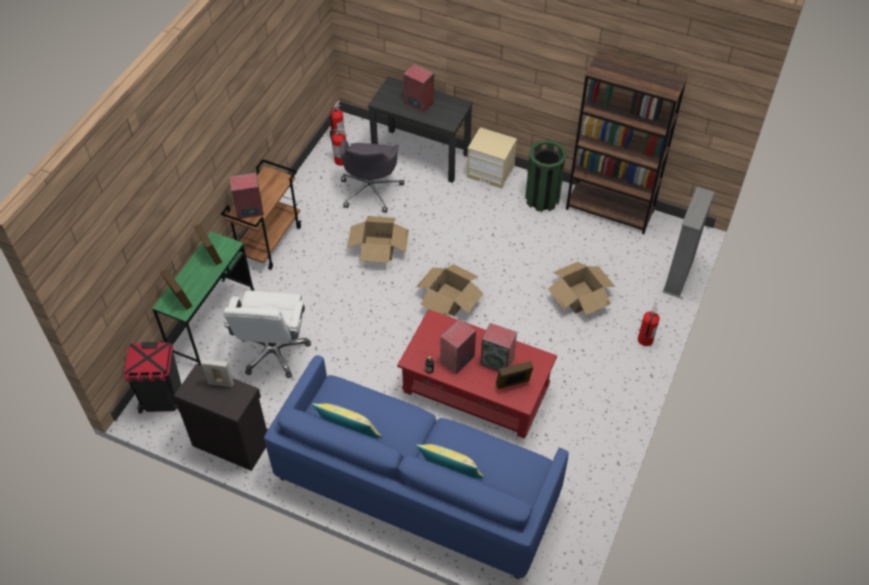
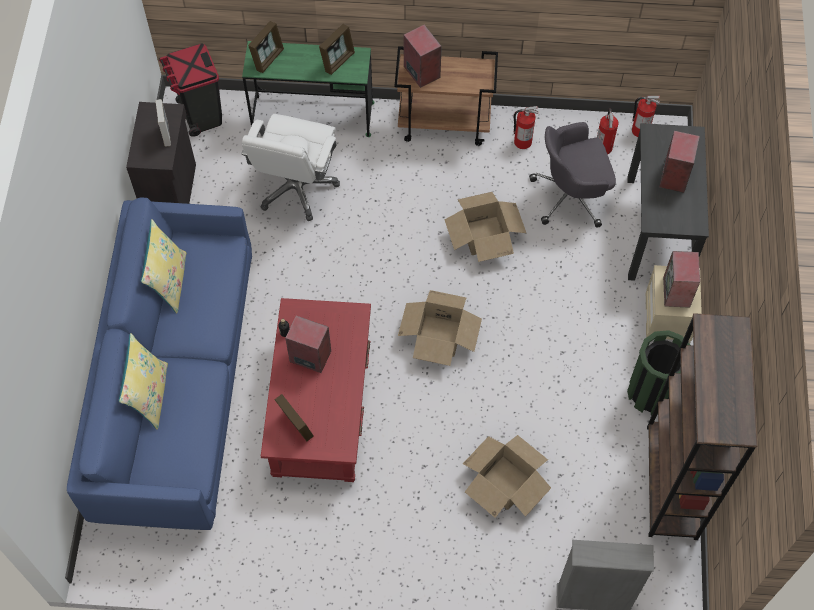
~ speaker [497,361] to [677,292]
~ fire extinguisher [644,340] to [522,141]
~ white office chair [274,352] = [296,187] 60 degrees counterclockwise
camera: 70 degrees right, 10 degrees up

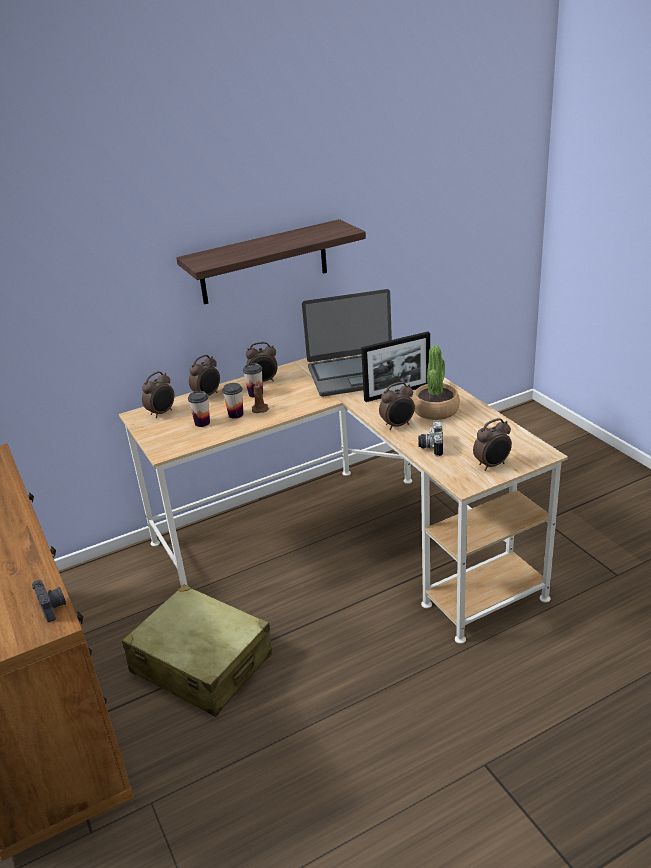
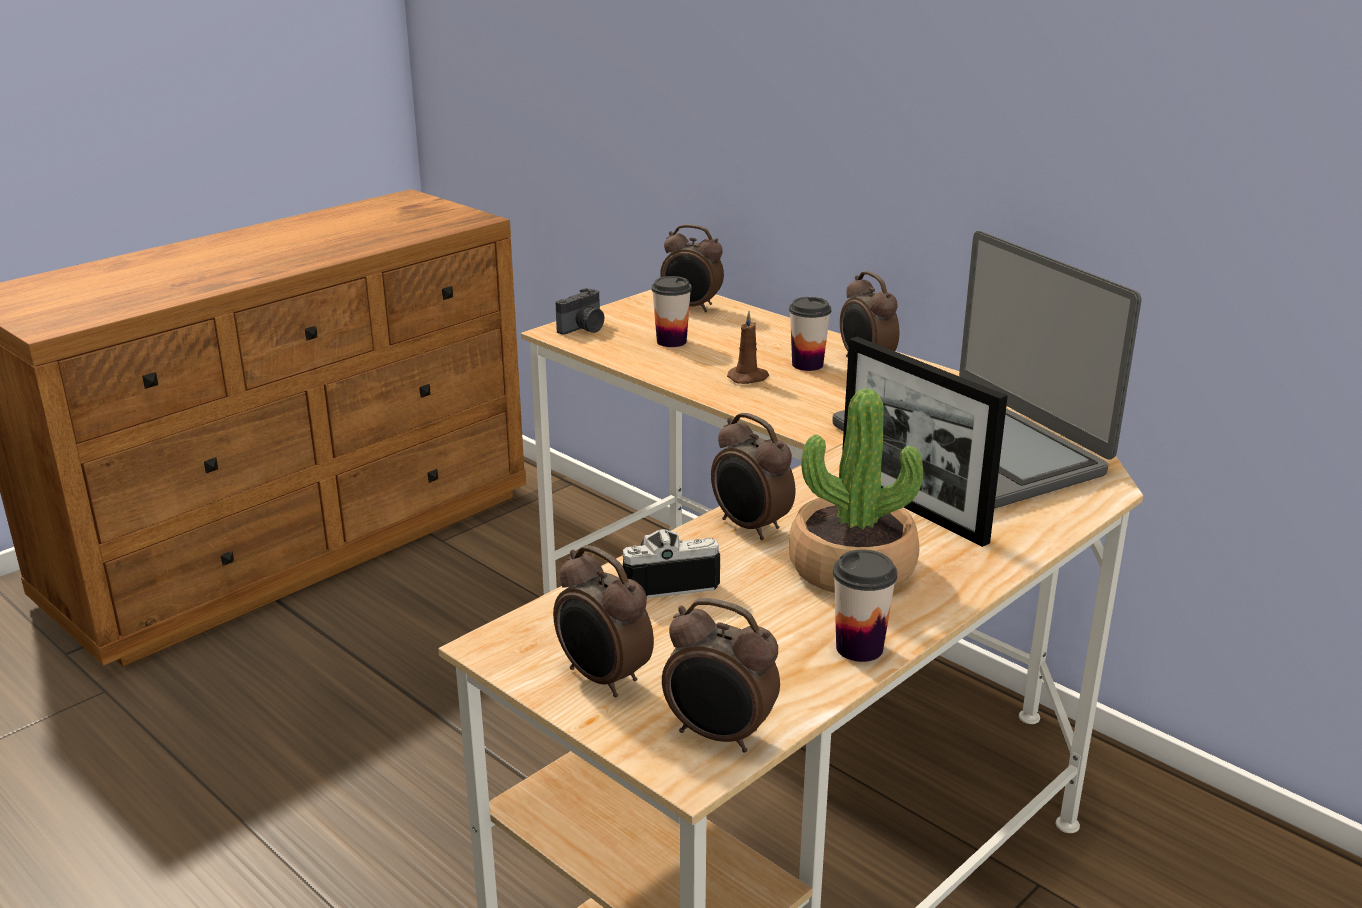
- beige suitcase [201,664]
- shelf [264,262]
~ photo camera [53,607] to [584,328]
~ alarm clock [207,395] to [719,736]
~ cup [236,414] to [859,648]
camera: 70 degrees right, 5 degrees down

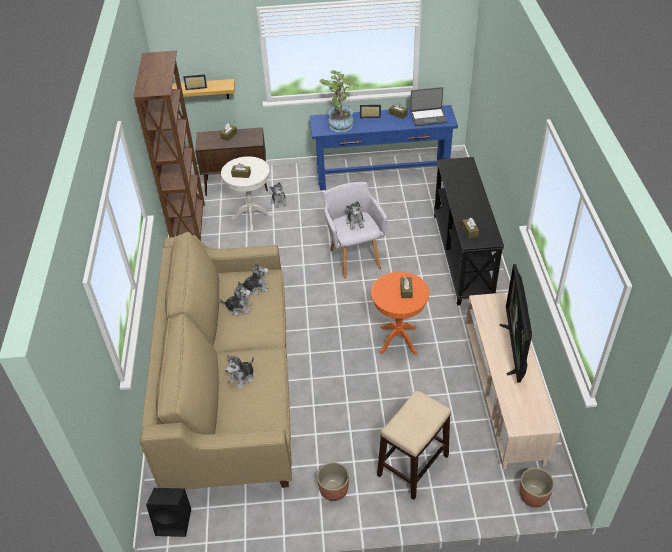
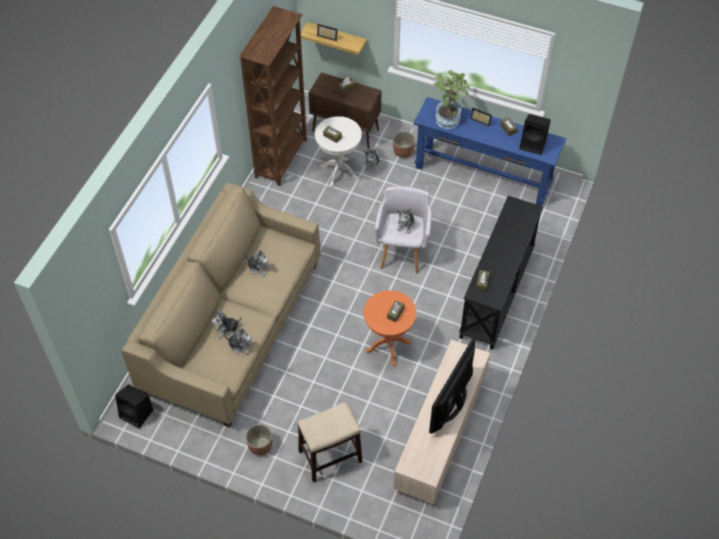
~ plush toy [256,287] to [240,345]
~ planter [533,496] to [403,152]
~ laptop [428,117] to black speaker [533,144]
camera: 25 degrees right, 10 degrees up

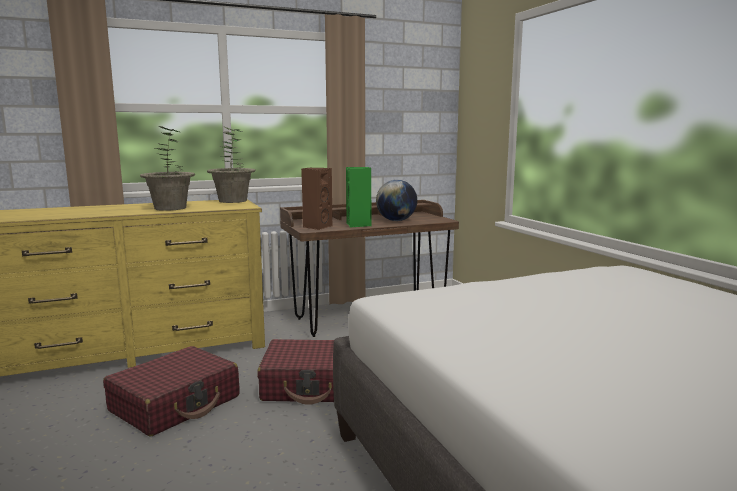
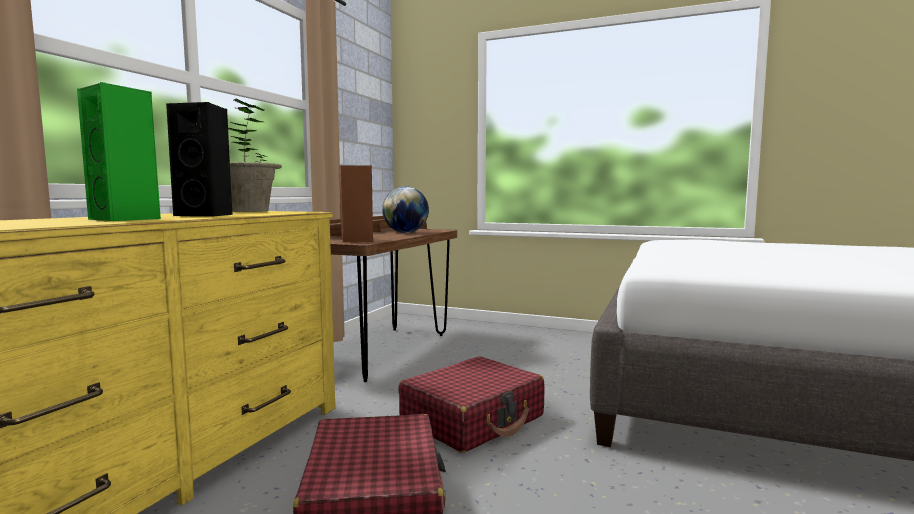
~ green speaker [358,225] to [126,219]
~ potted plant [170,208] to black speaker [207,215]
camera: 45 degrees left, 5 degrees down

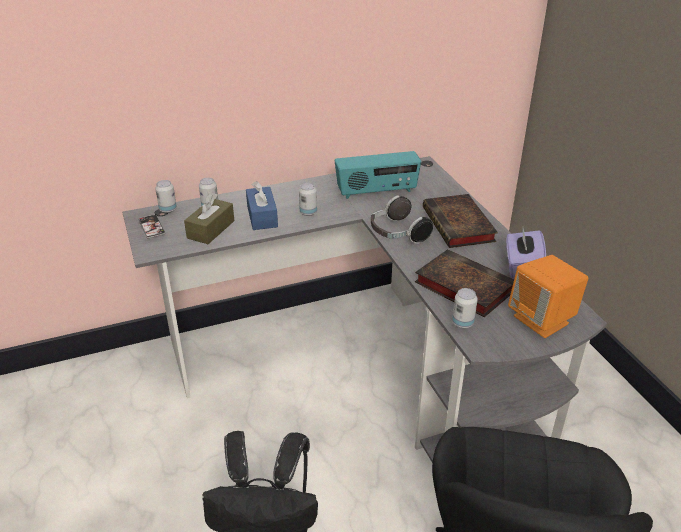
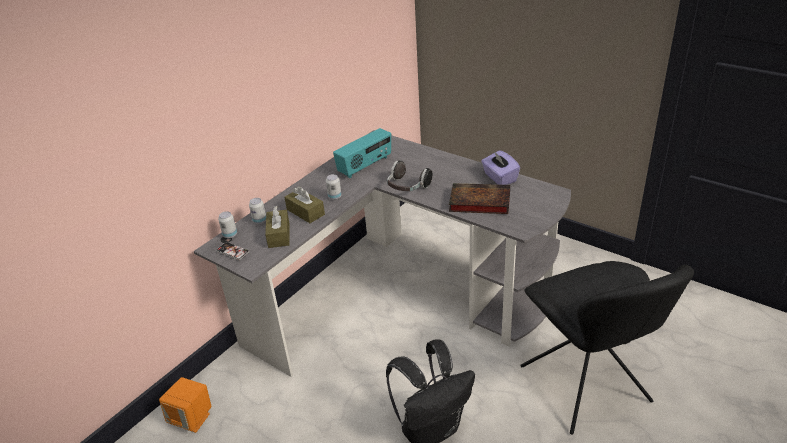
- book [459,226]
- can [462,323]
~ orange speaker [542,320] to [192,419]
~ blue tissue box [262,216] to brown tissue box [305,212]
camera: 30 degrees left, 0 degrees up

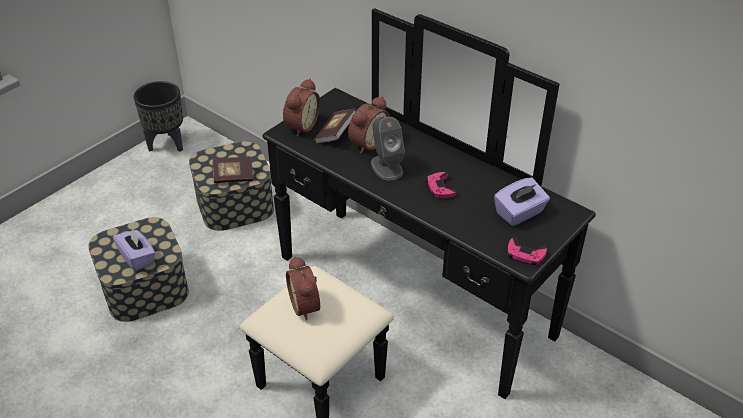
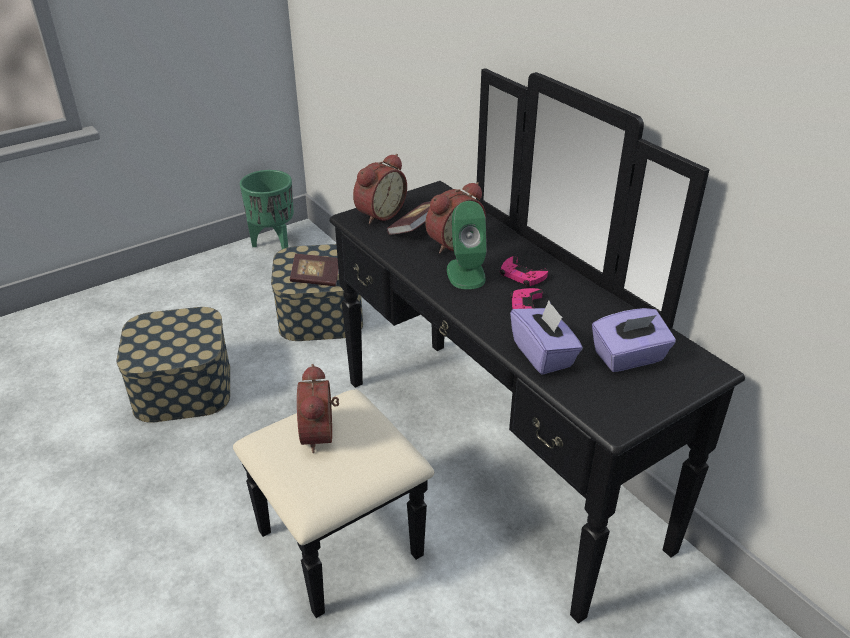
~ purple tissue box [137,258] to [543,354]
~ pink game controller [525,255] to [522,275]
~ black planter [167,144] to green planter [274,243]
~ grey speaker [386,167] to green speaker [465,273]
camera: 15 degrees right, 5 degrees down

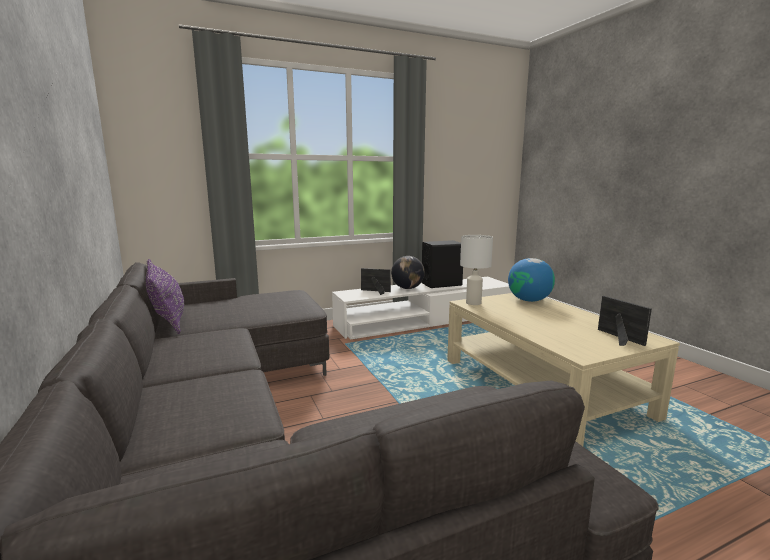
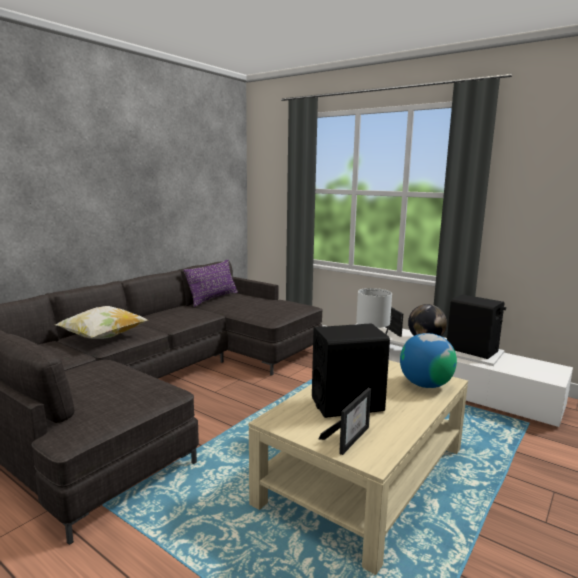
+ pillow [103,338]
+ black speaker [347,404]
camera: 60 degrees right, 0 degrees up

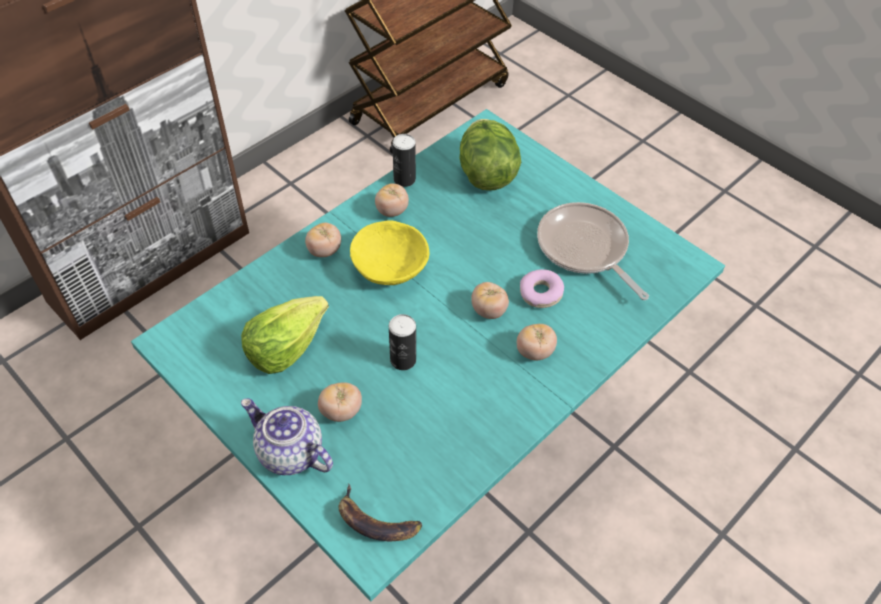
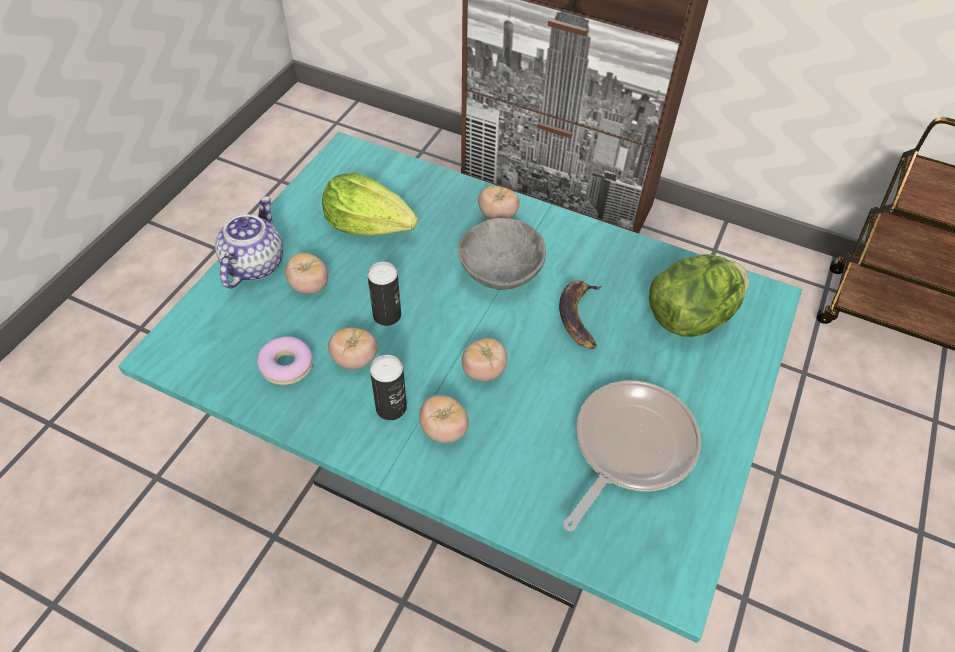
~ banana [375,521] to [579,316]
~ tomato [392,211] to [355,359]
~ can [404,179] to [391,407]
~ donut [540,293] to [286,365]
~ yellow bowl [389,267] to grey bowl [501,270]
camera: 70 degrees right, 0 degrees up

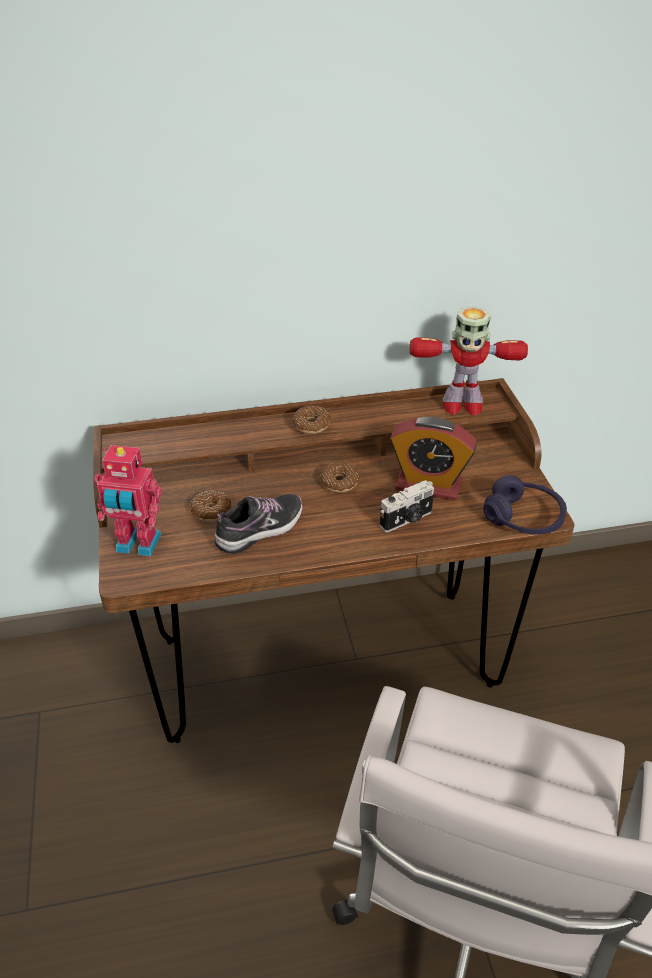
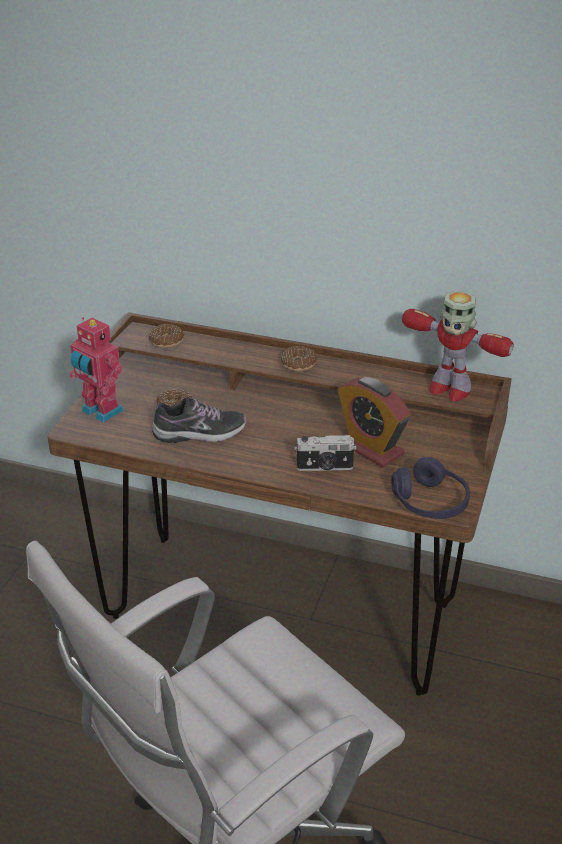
~ donut [339,482] to [166,341]
camera: 30 degrees right, 5 degrees down

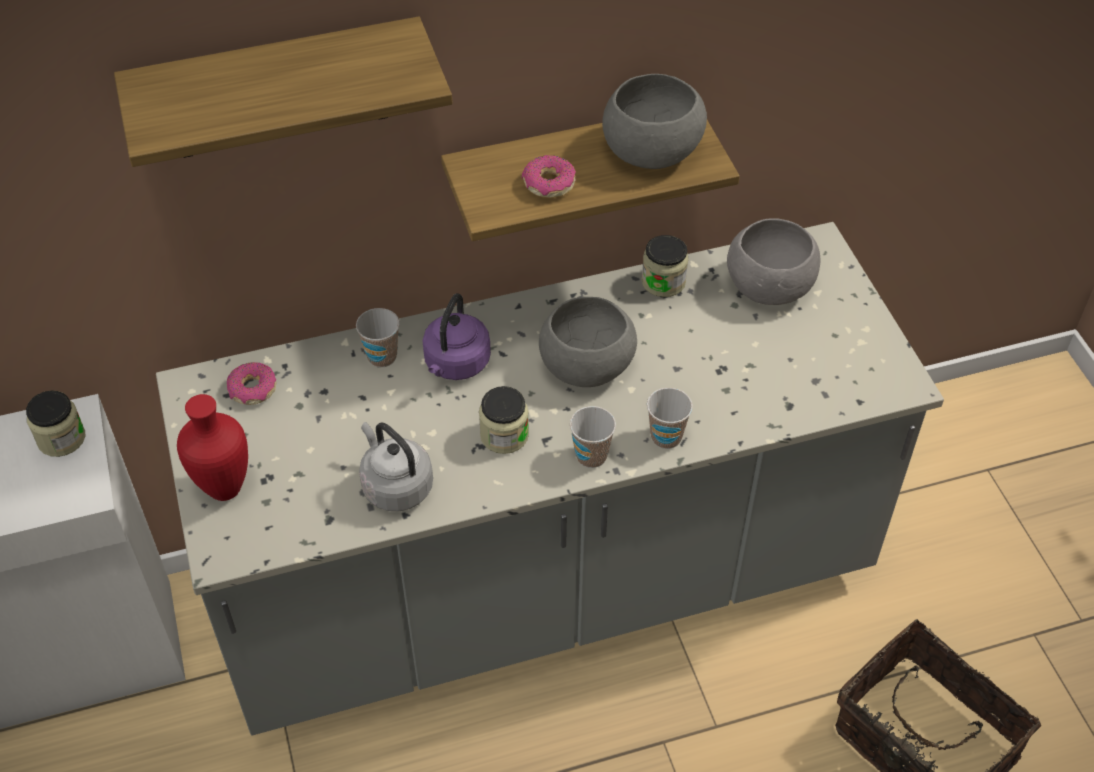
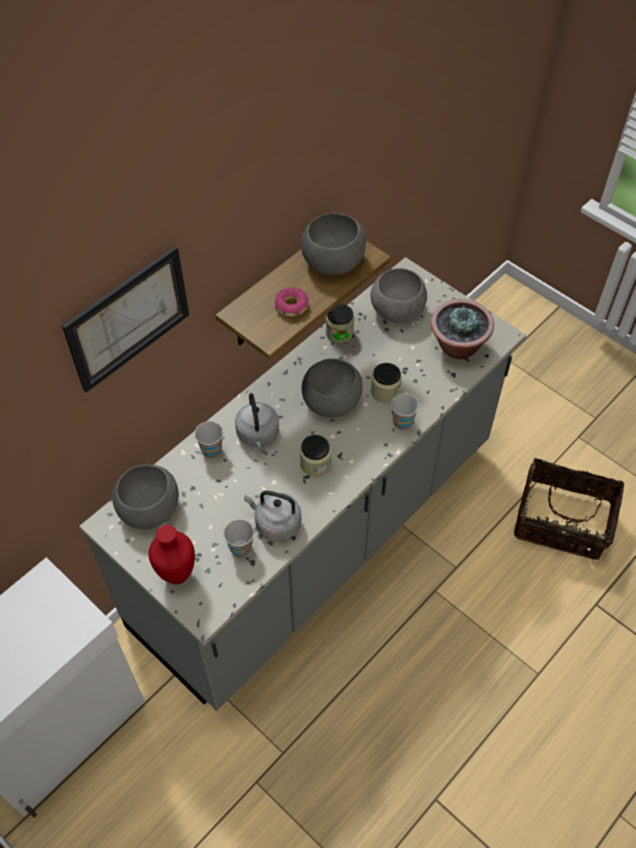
+ potted plant [457,347]
~ jar [61,438] to [385,391]
~ cup [591,456] to [241,549]
~ shelf [278,90] to picture [128,318]
~ donut [252,389] to grey bowl [148,507]
~ purple kettle [456,364] to grey kettle [258,435]
camera: 30 degrees left, 5 degrees up

